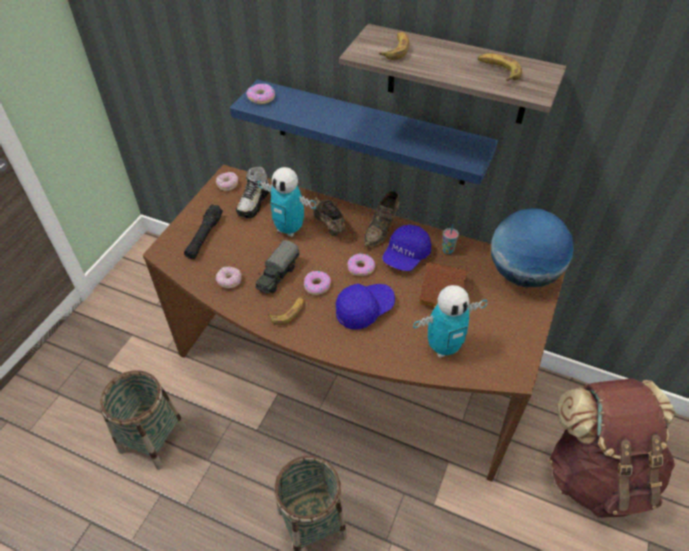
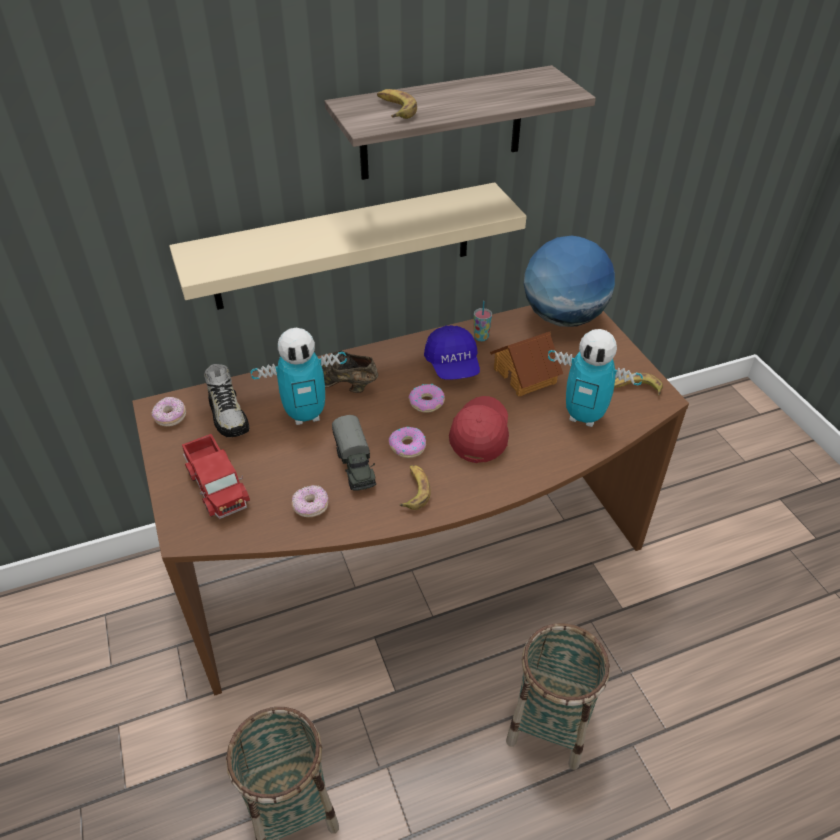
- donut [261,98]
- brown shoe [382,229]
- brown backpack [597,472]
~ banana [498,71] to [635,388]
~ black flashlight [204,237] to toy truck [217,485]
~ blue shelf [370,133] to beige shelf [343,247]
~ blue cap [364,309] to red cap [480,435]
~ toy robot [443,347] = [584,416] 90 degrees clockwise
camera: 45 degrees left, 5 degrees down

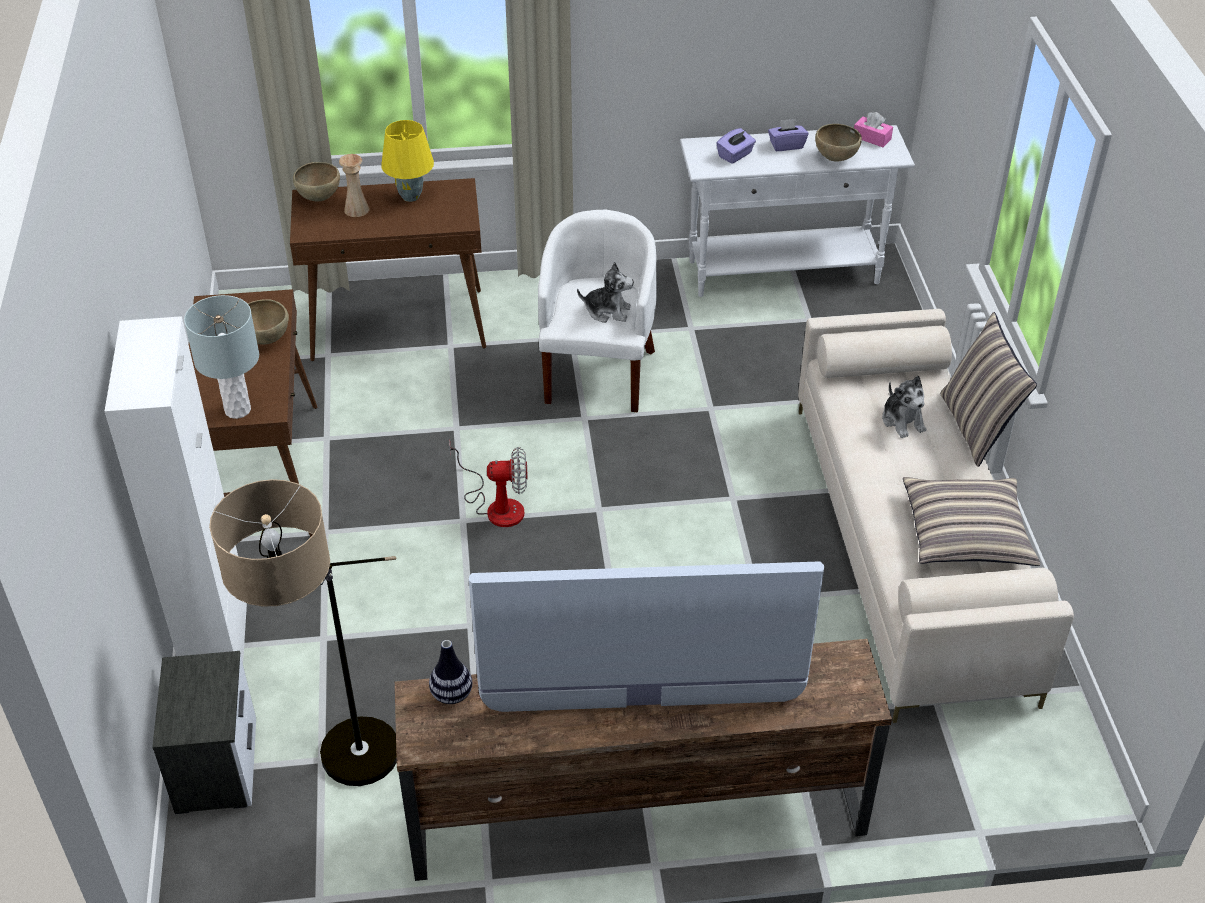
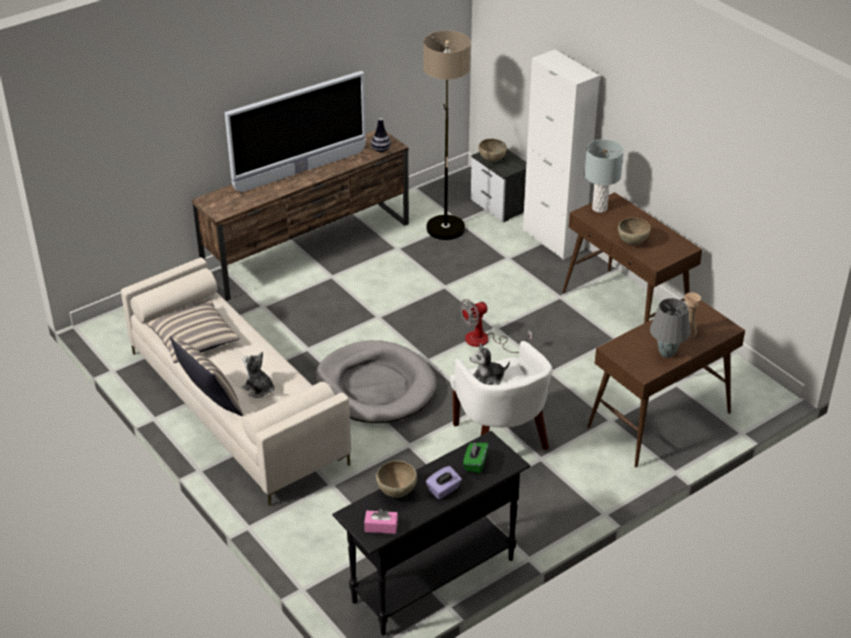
+ grey dog bed [375,387]
~ brown bowl [319,198] to [492,160]
~ yellow table lamp [411,197] to grey table lamp [666,354]
~ white console table [784,273] to black console table [432,580]
~ purple tissue box [735,155] to green tissue box [475,464]
camera: 150 degrees right, 5 degrees down

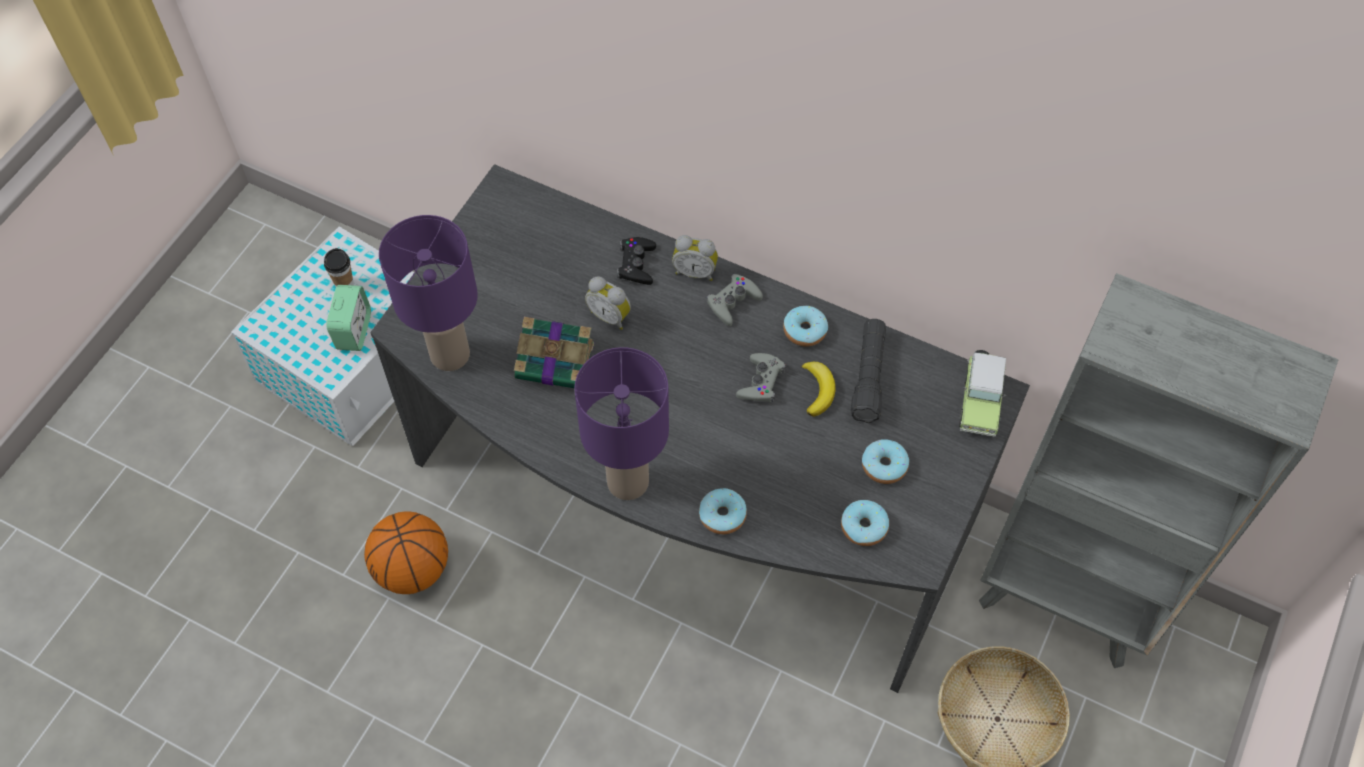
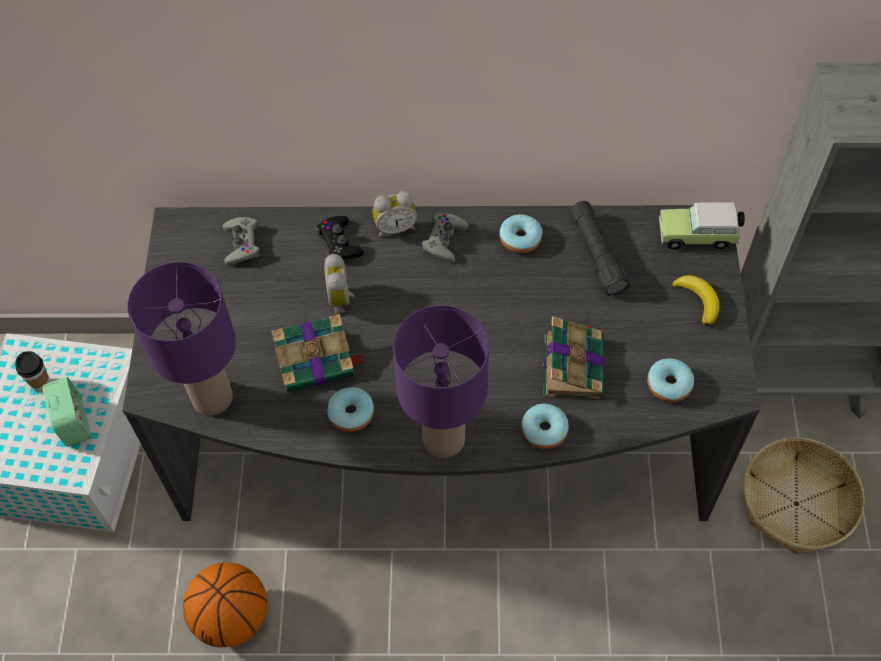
+ book [573,364]
~ grey game controller [761,382] to [242,244]
~ banana [818,390] to [698,300]
~ donut [884,466] to [351,414]
~ alarm clock [610,316] = [342,298] 75 degrees clockwise
~ toy car [980,401] = [699,235] 105 degrees clockwise
camera: 25 degrees left, 0 degrees up

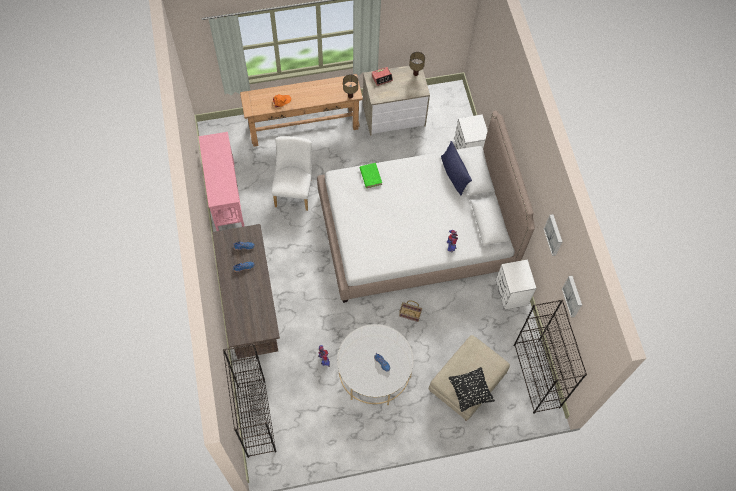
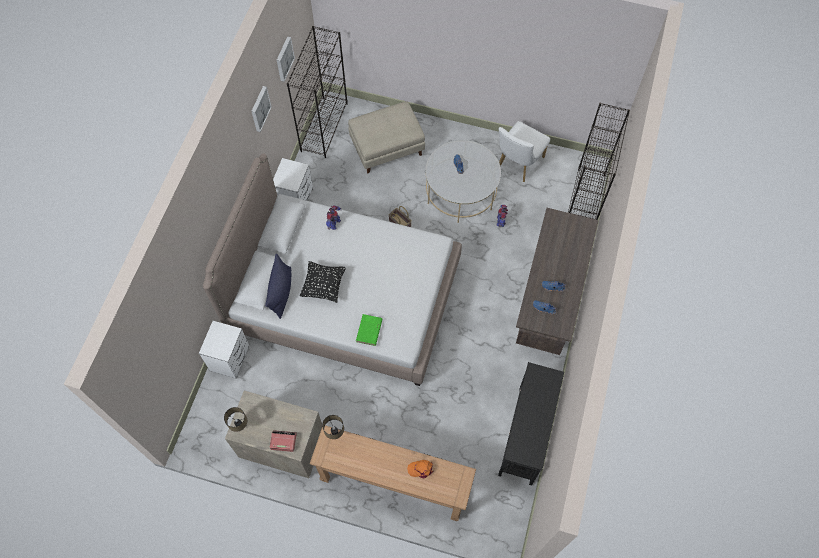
~ white chair [294,190] to [517,164]
~ black pillow [470,392] to [323,286]
~ pink console table [226,196] to black console table [525,435]
camera: 150 degrees left, 0 degrees up

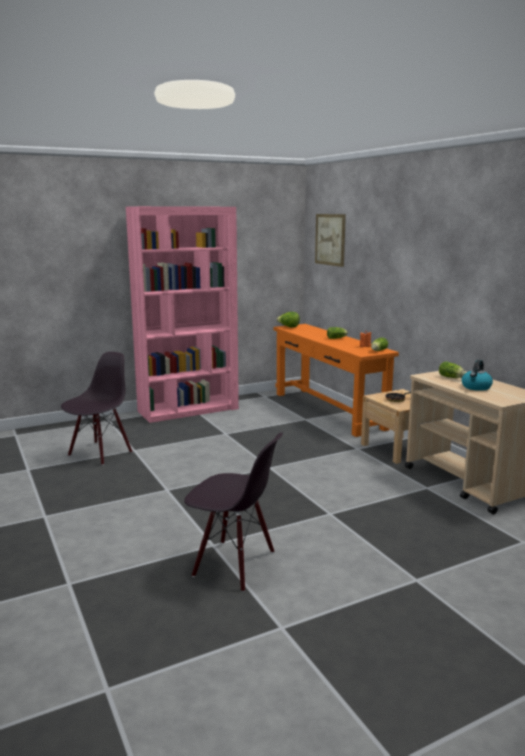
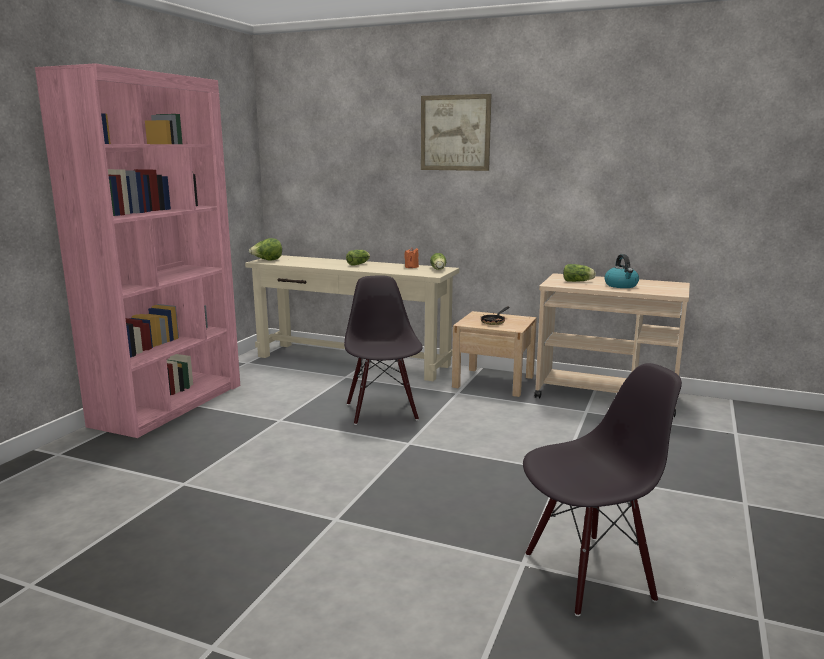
~ black chair [100,453] to [383,411]
~ picture [330,239] to [455,133]
~ orange console table [327,410] to beige console table [352,361]
camera: 40 degrees left, 0 degrees up

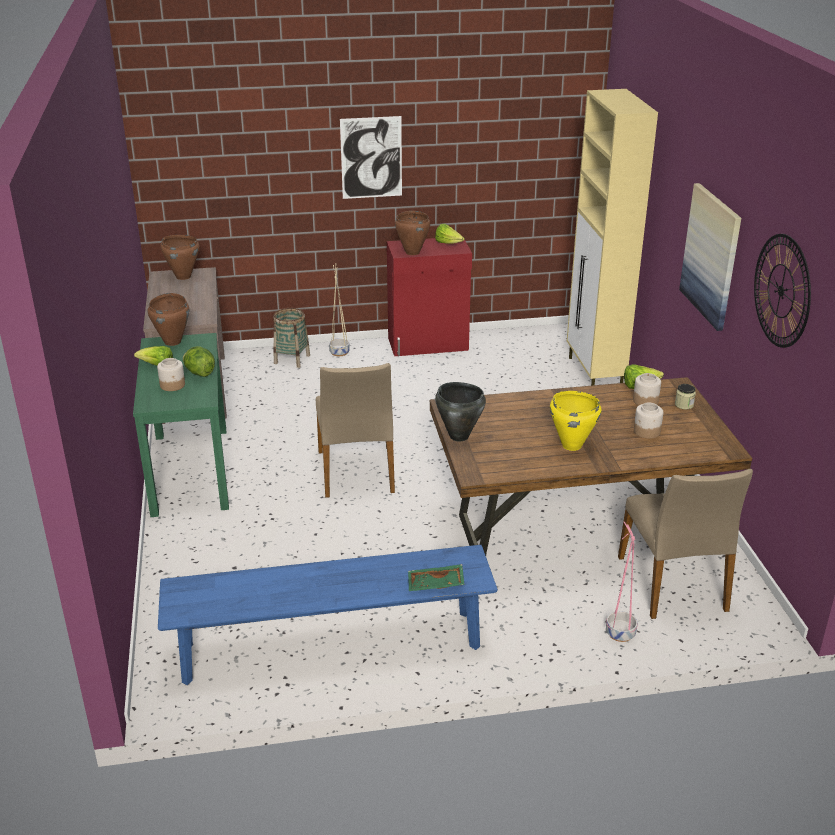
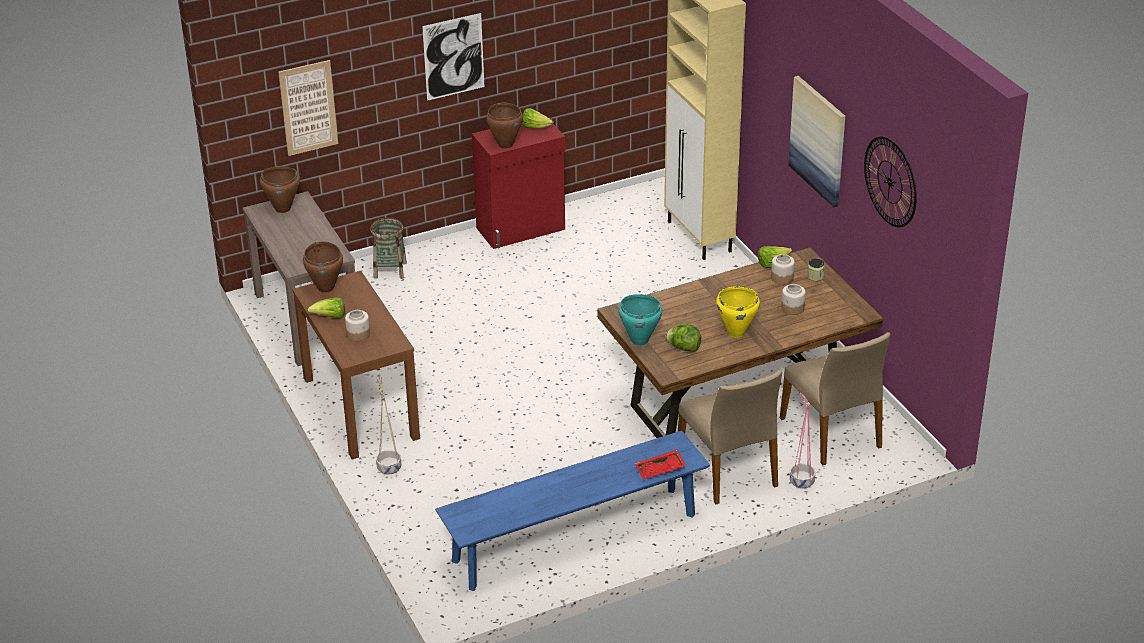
+ picture [308,108]
~ lettuce [199,373] to [683,348]
~ beige chair [357,472] to [728,470]
~ beige planter [339,352] to [389,467]
~ green console table [190,470] to brown console table [360,407]
~ green tray [435,585] to red tray [660,470]
~ black cooking pot [459,436] to turquoise cooking pot [639,340]
camera: 15 degrees left, 5 degrees up

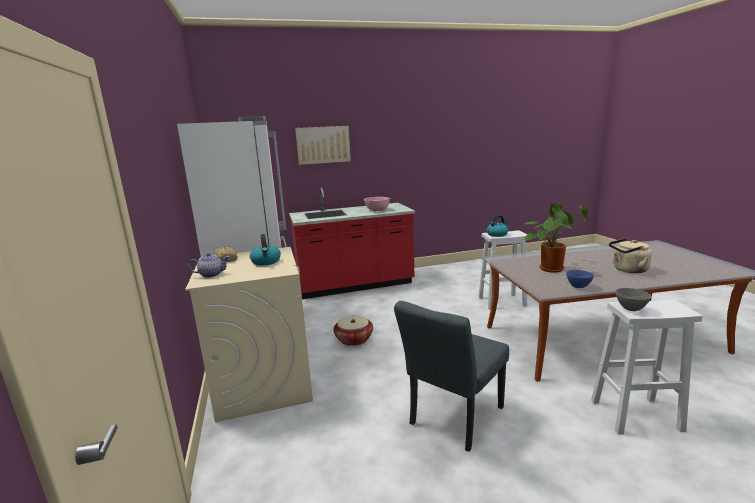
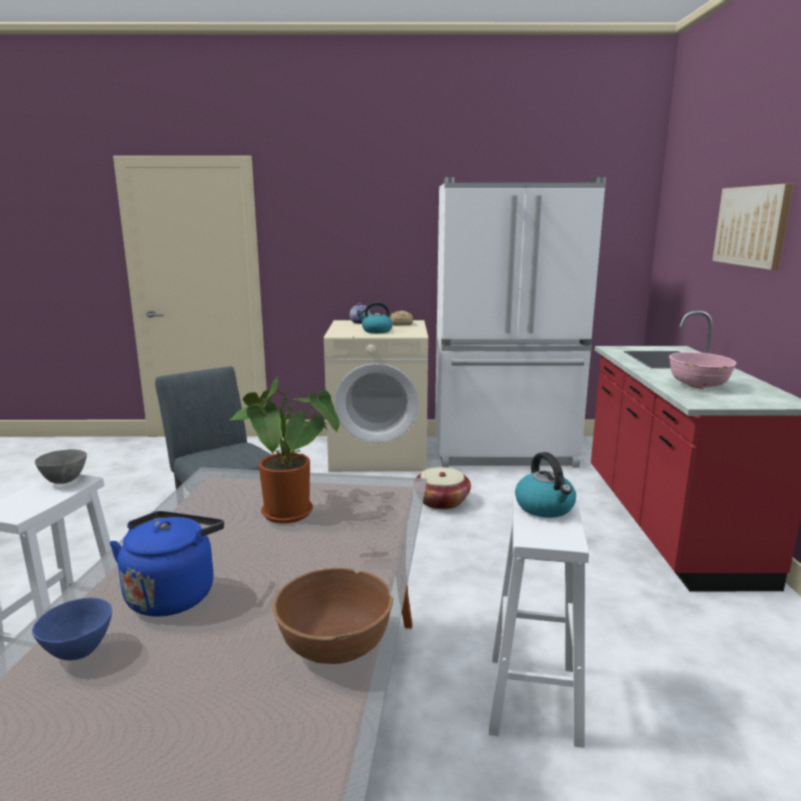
+ brown bowl [334,645]
~ blue bowl [578,286] to [79,652]
~ beige kettle [628,270] to blue kettle [173,593]
camera: 105 degrees right, 0 degrees up

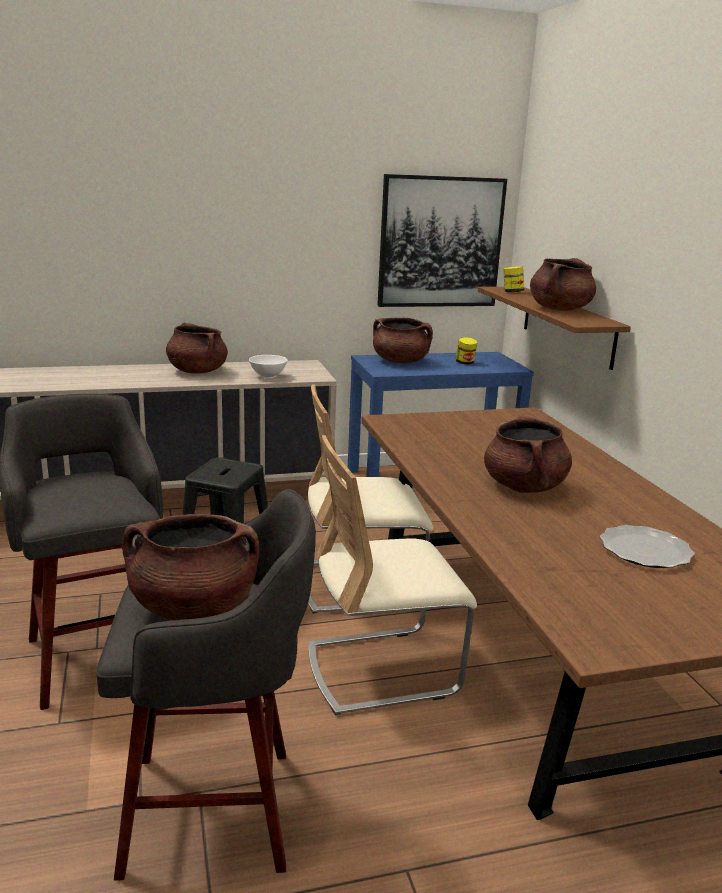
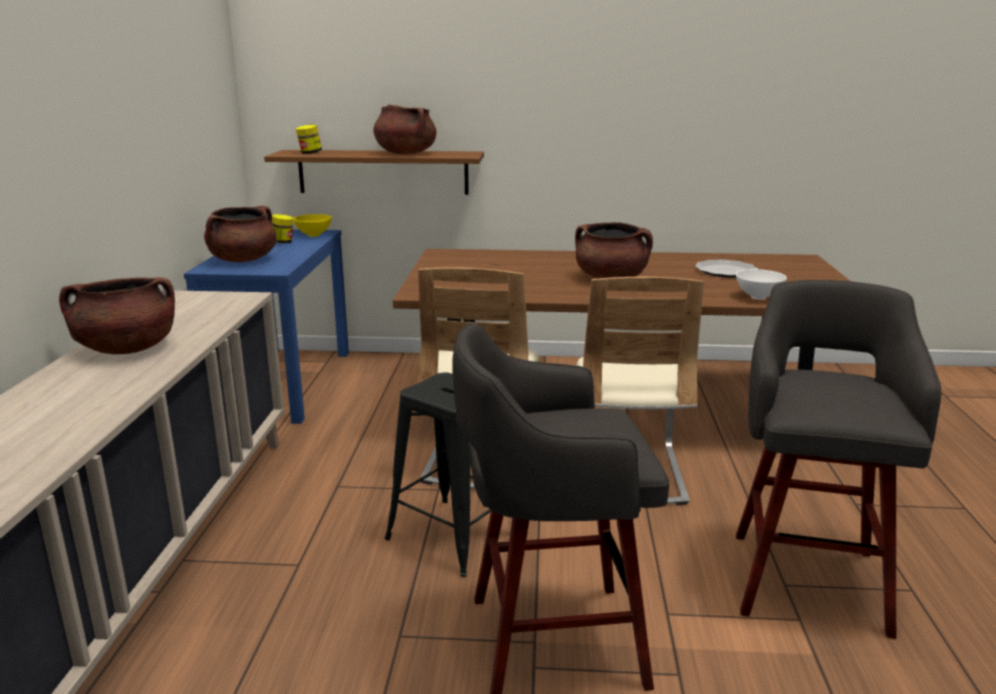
- brown cooking pot [193,608]
- picture [440,242]
+ yellow bowl [313,235]
~ white bowl [268,376] to [757,297]
camera: 70 degrees left, 0 degrees up

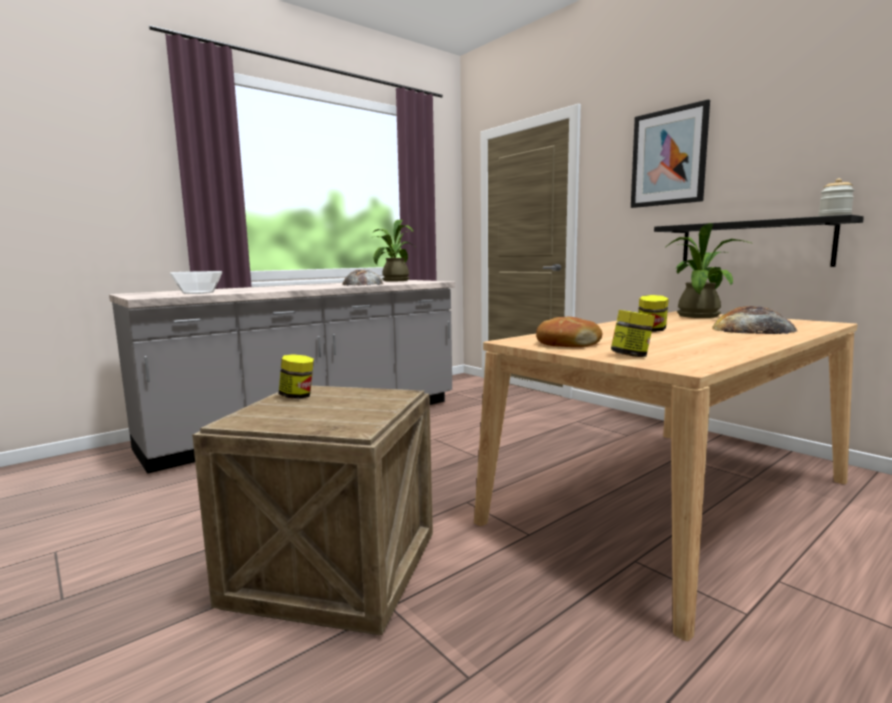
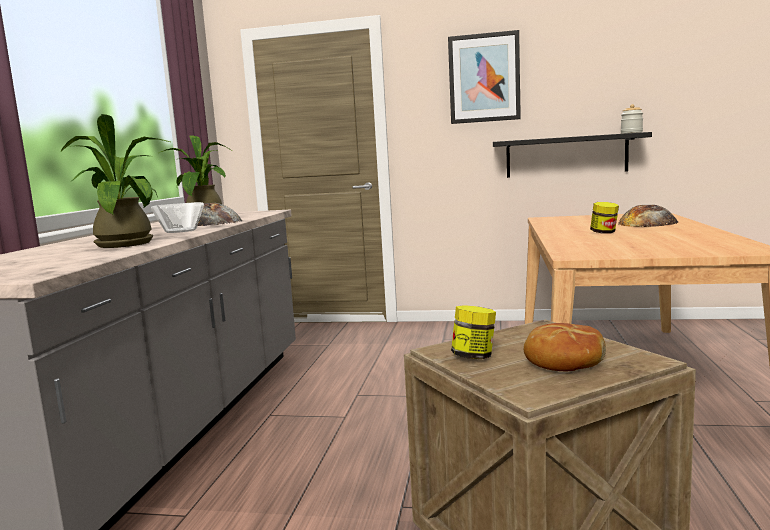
- jar [631,356]
~ bowl [198,293] to [181,231]
~ bread [567,344] to [563,360]
~ potted plant [699,315] to [127,243]
camera: 40 degrees left, 0 degrees up

